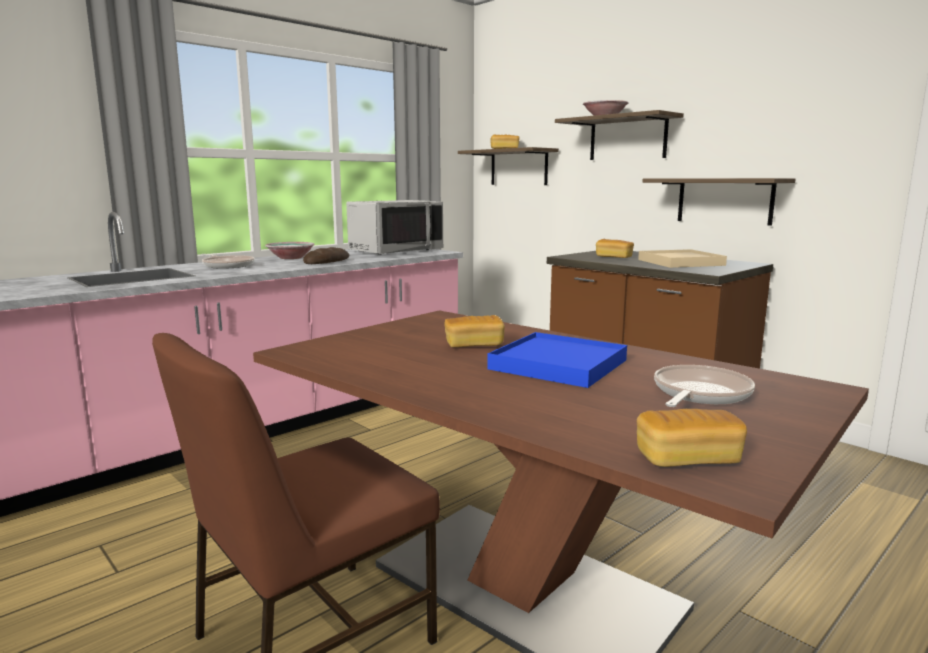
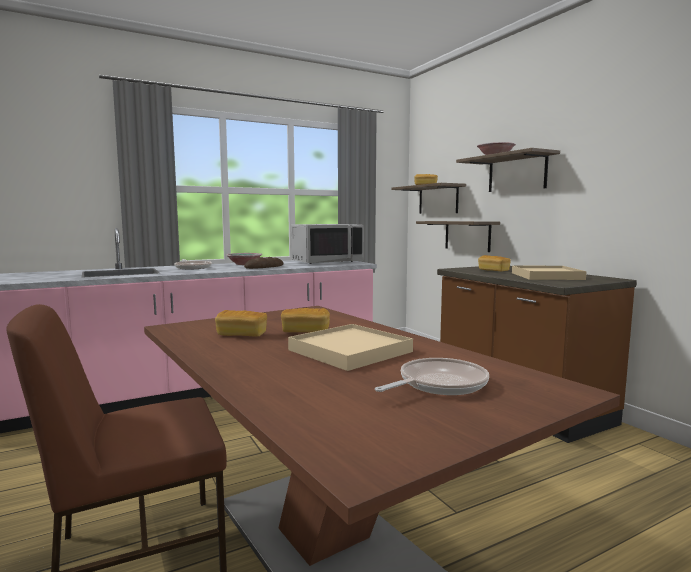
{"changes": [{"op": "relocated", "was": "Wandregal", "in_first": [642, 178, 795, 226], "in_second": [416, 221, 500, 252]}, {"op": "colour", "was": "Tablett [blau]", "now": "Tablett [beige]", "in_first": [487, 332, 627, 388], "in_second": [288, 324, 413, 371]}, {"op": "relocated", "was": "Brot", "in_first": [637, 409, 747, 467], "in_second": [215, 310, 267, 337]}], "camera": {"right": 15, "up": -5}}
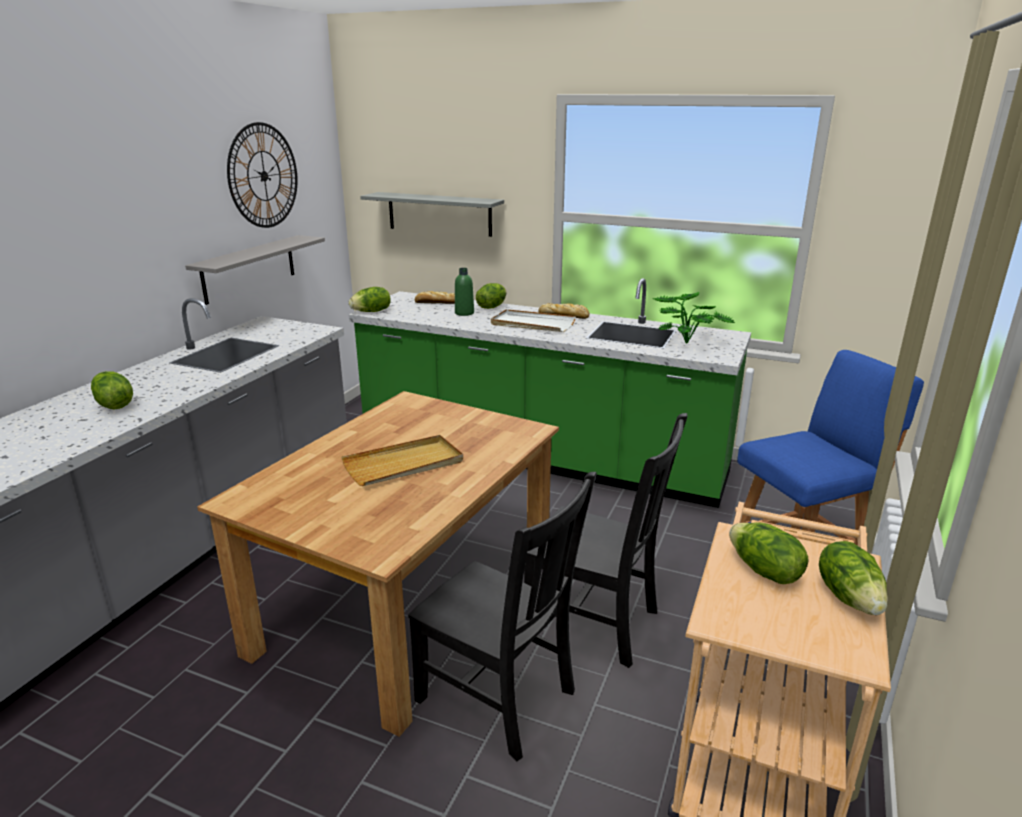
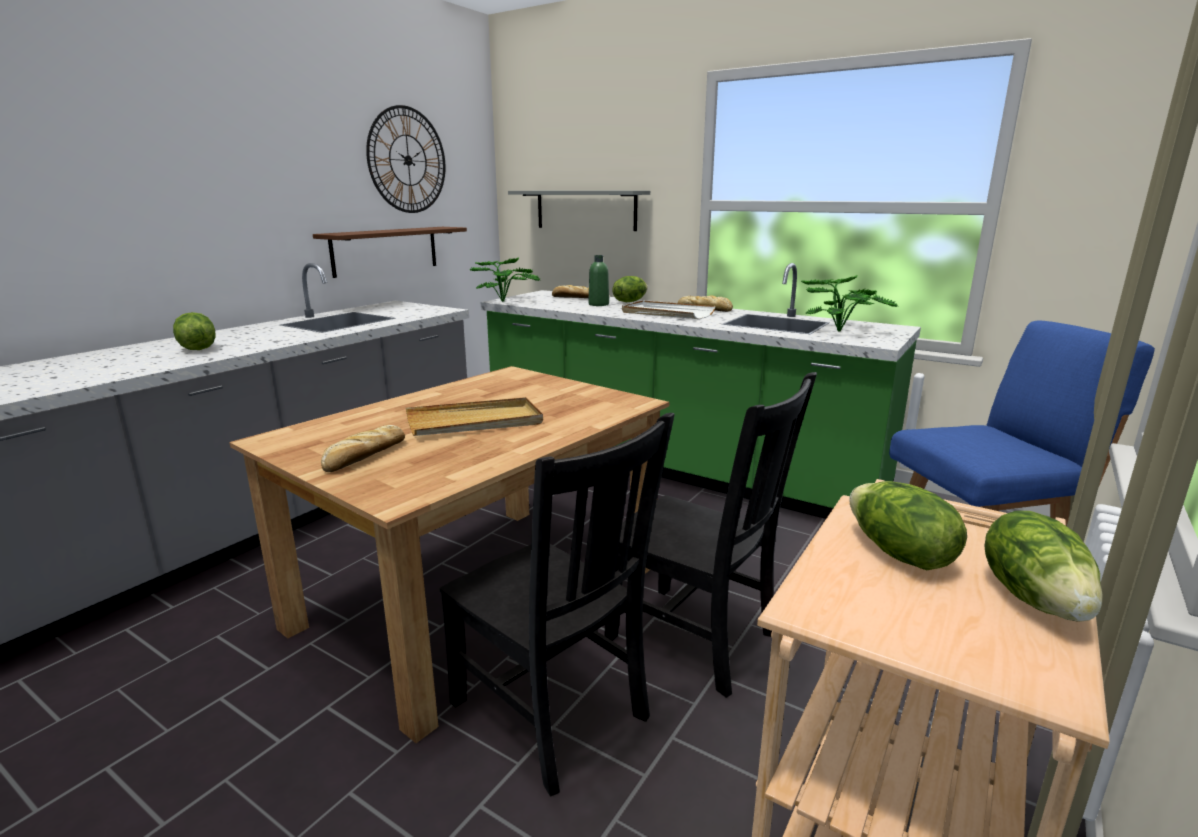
{"changes": [{"op": "colour", "was": "Wandregal [grau]", "now": "Wandregal [braun]", "in_first": [185, 235, 325, 305], "in_second": [313, 227, 467, 278]}, {"op": "exchanged", "was": "Salatkopf", "now": "Topfpflanze", "in_first": [349, 287, 391, 312], "in_second": [469, 258, 540, 302]}, {"op": "appeared", "now": "Brot", "in_second": [321, 425, 405, 472]}], "camera": {"right": 10, "up": -5}}
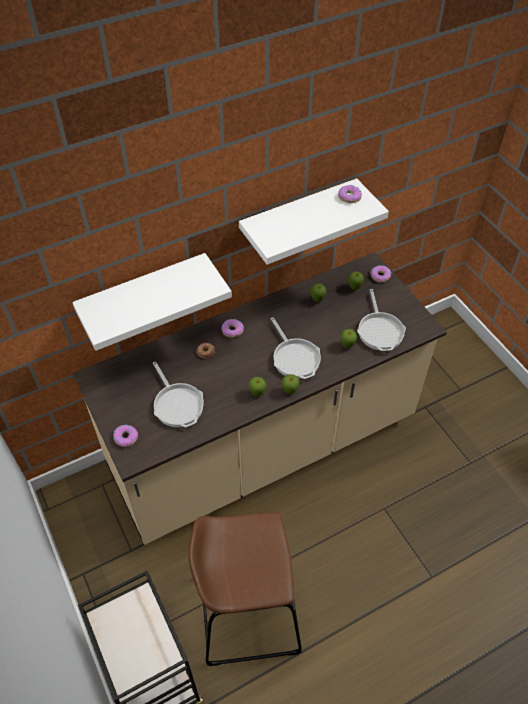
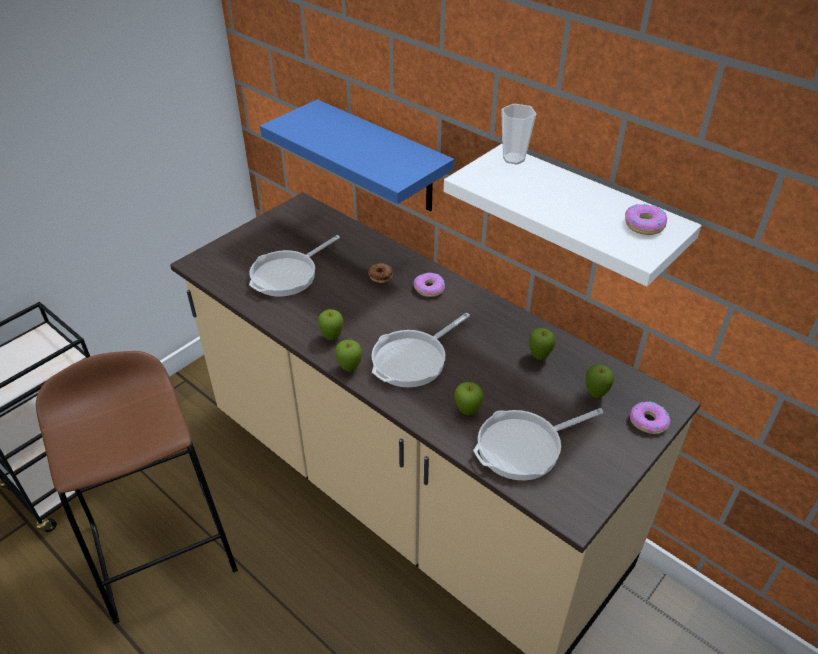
{"changes": [{"op": "colour", "was": "Wandregal [weiß]", "now": "Wandregal [blau]", "in_first": [72, 253, 232, 351], "in_second": [260, 99, 454, 211]}, {"op": "missing", "was": "Donut", "in_first": [113, 425, 138, 447]}, {"op": "appeared", "now": "Tasse", "in_second": [501, 104, 536, 164]}], "camera": {"right": 70, "up": -10}}
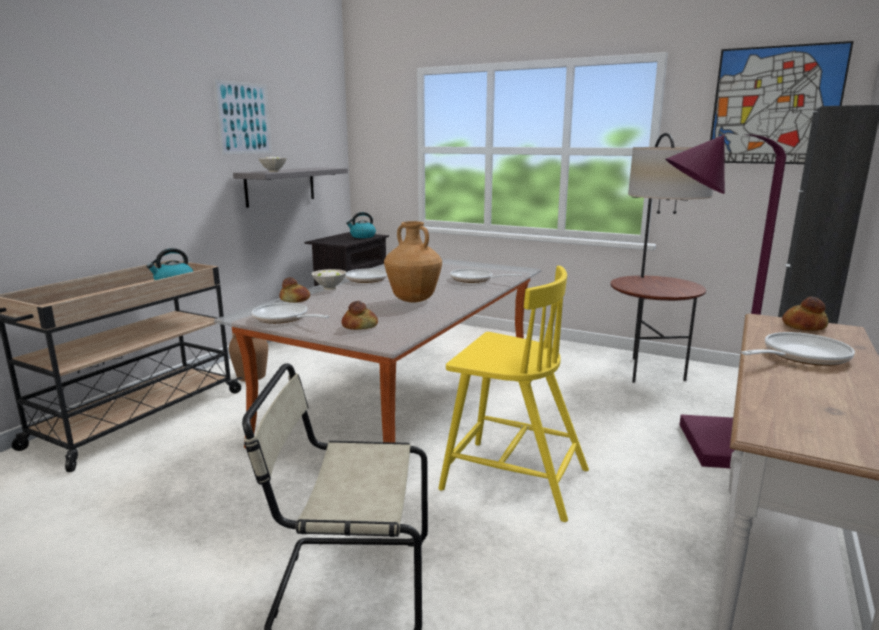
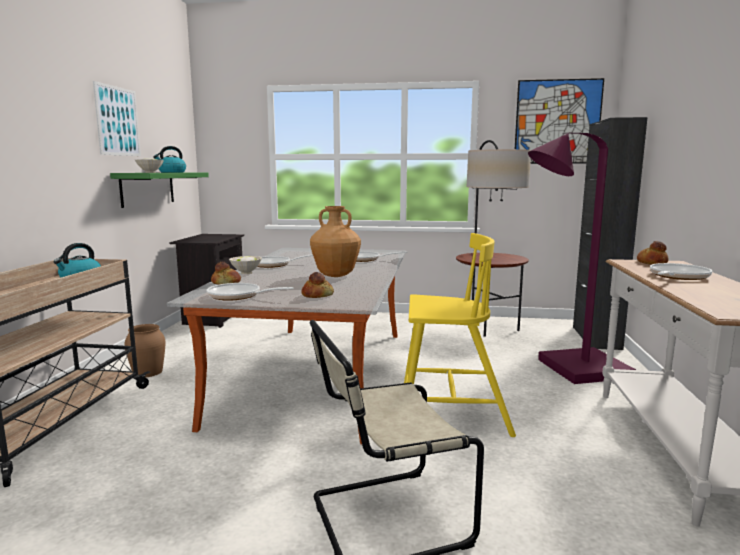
{"changes": [{"op": "colour", "was": "Wandregal [grau]", "now": "Wandregal [grün]", "in_first": [233, 167, 348, 208], "in_second": [110, 172, 209, 208]}, {"op": "relocated", "was": "Wasserkessel", "in_first": [346, 212, 376, 238], "in_second": [153, 146, 186, 172]}], "camera": {"right": -20, "up": -5}}
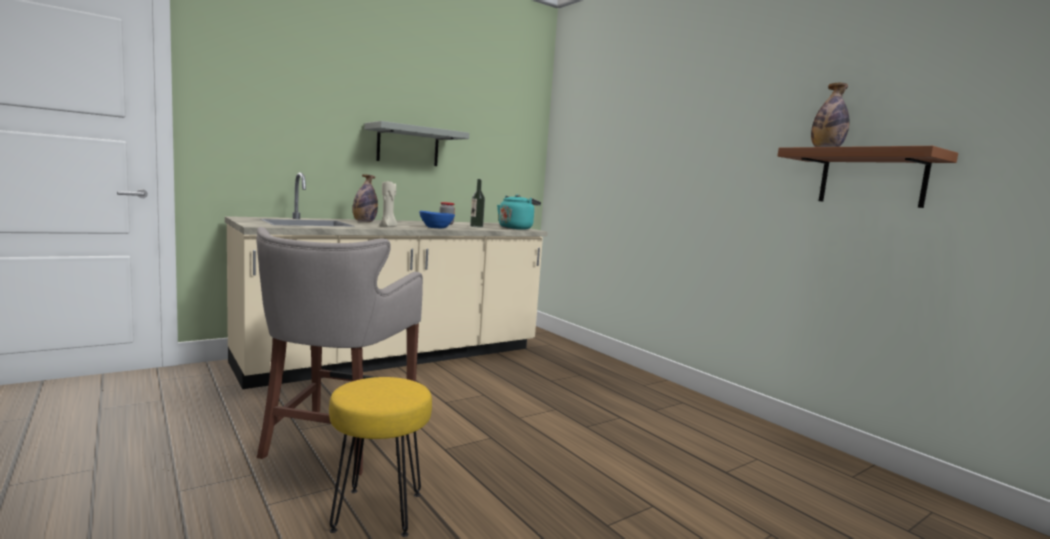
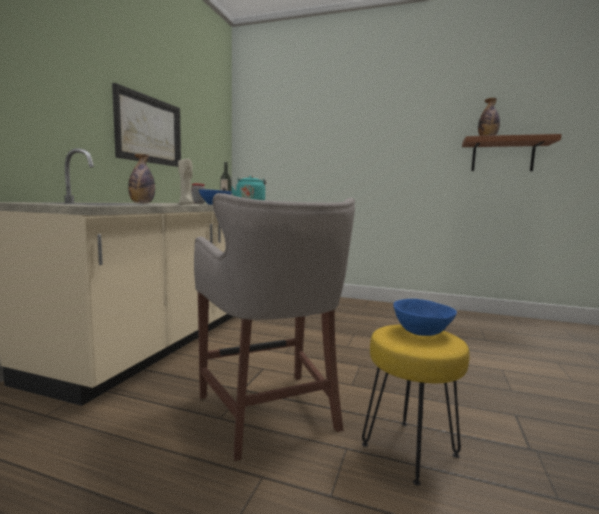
{"changes": [{"op": "exchanged", "was": "Wandregal [grau]", "now": "Bild", "in_first": [364, 121, 469, 166], "in_second": [112, 83, 181, 167]}, {"op": "appeared", "now": "Schüssel [blau]", "in_second": [393, 299, 457, 336]}], "camera": {"right": -35, "up": 0}}
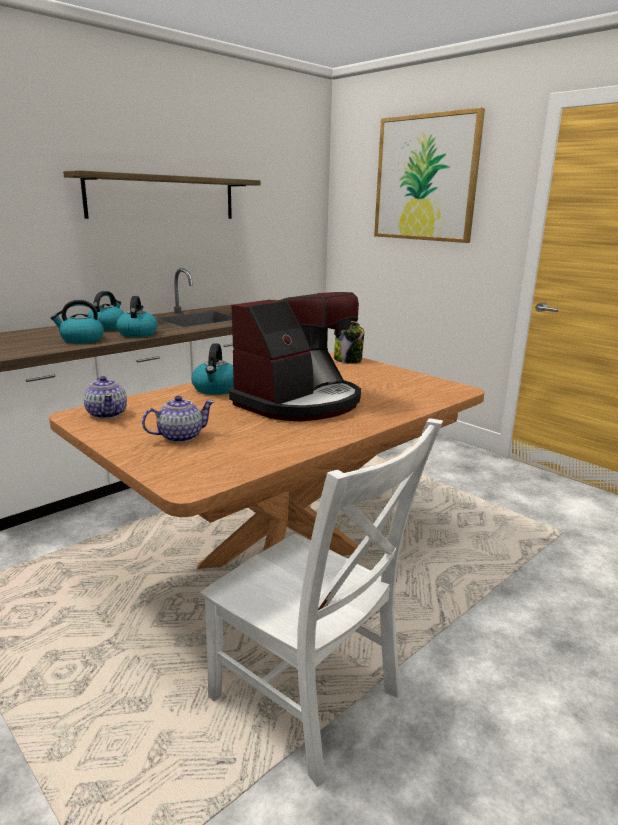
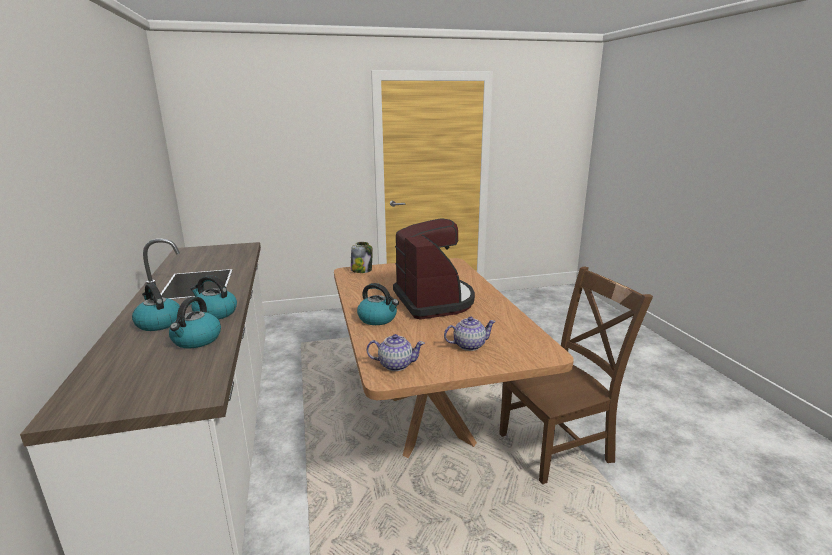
{"changes": [{"op": "missing", "was": "Bild", "in_first": [374, 108, 485, 243]}, {"op": "missing", "was": "Wandregal", "in_first": [63, 170, 261, 219]}, {"op": "spun", "was": "Teekanne", "in_first": [142, 396, 214, 443], "in_second": [444, 317, 496, 351], "clockwise": 75}, {"op": "colour", "was": "Stuhl [weiß]", "now": "Stuhl [braun]", "in_first": [200, 418, 443, 787], "in_second": [499, 266, 653, 484]}], "camera": {"right": -60, "up": 0}}
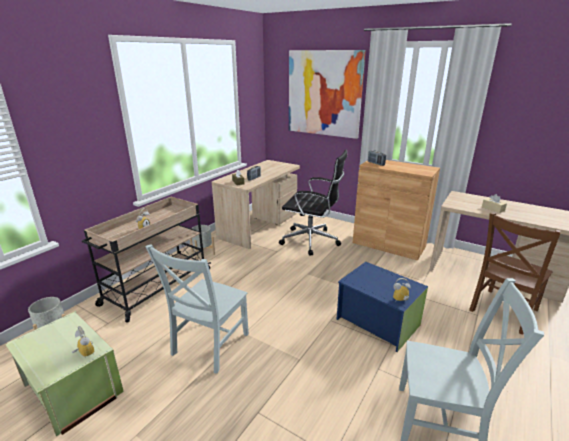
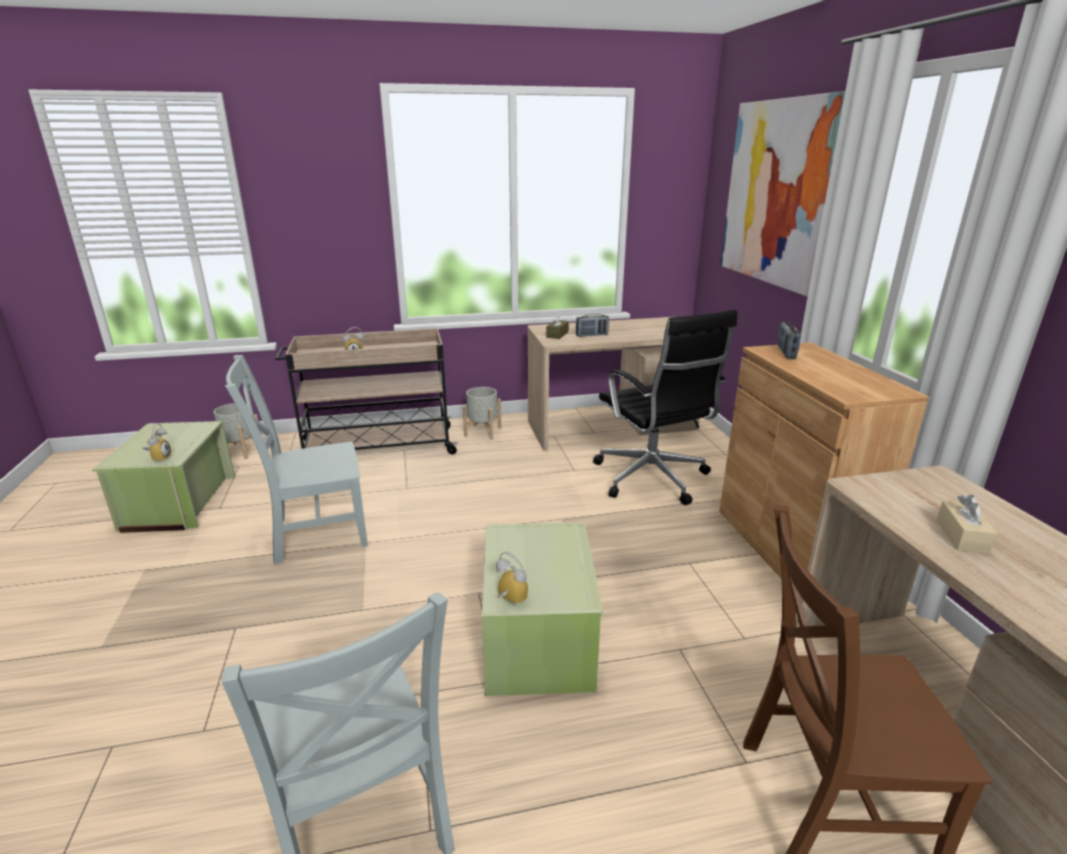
{"changes": [{"op": "colour", "was": "Aufbewahrungsbox [blau]", "now": "Aufbewahrungsbox [grün]", "in_first": [337, 262, 428, 352], "in_second": [481, 522, 603, 696]}], "camera": {"right": 45, "up": 0}}
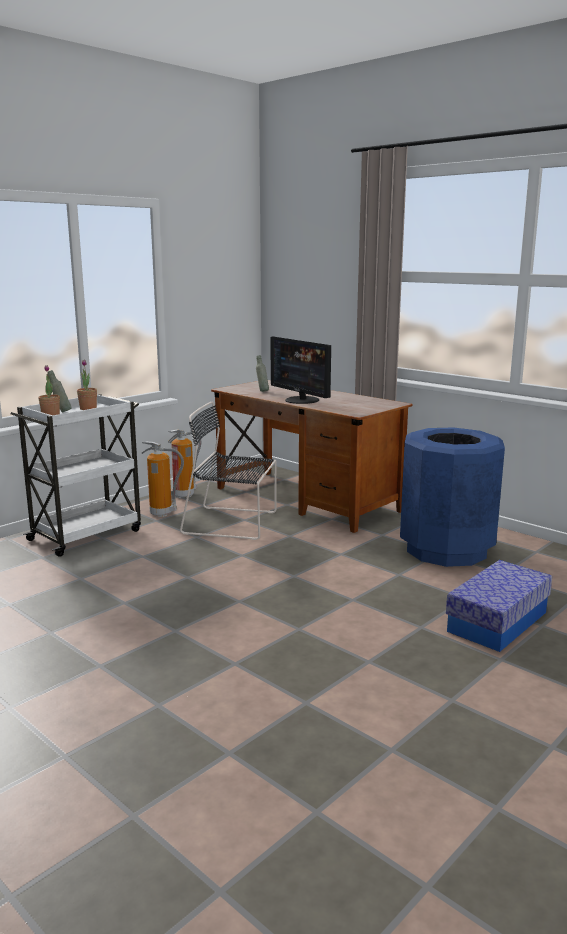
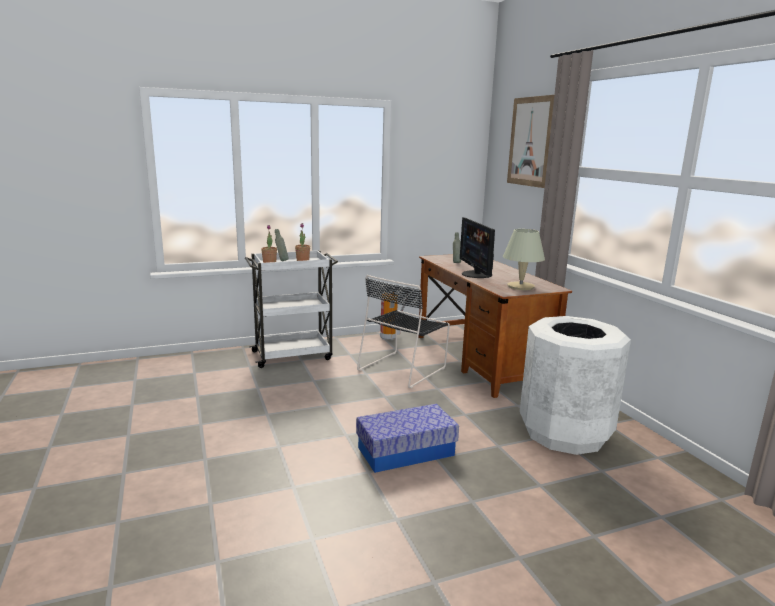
{"changes": [{"op": "spun", "was": "Stuhl [schwarz]", "in_first": [180, 402, 277, 540], "in_second": [357, 275, 450, 388], "clockwise": -90}, {"op": "colour", "was": "Mülleimer [blau]", "now": "Mülleimer [weiß]", "in_first": [400, 427, 505, 567], "in_second": [520, 316, 631, 455]}, {"op": "missing", "was": "Feuerlöscher", "in_first": [142, 441, 184, 517]}, {"op": "relocated", "was": "Aufbewahrungsbox", "in_first": [446, 560, 552, 652], "in_second": [356, 404, 459, 473]}, {"op": "appeared", "now": "Bild", "in_second": [507, 95, 554, 188]}, {"op": "appeared", "now": "Tischlampe [beige]", "in_second": [503, 229, 545, 290]}], "camera": {"right": 25, "up": 0}}
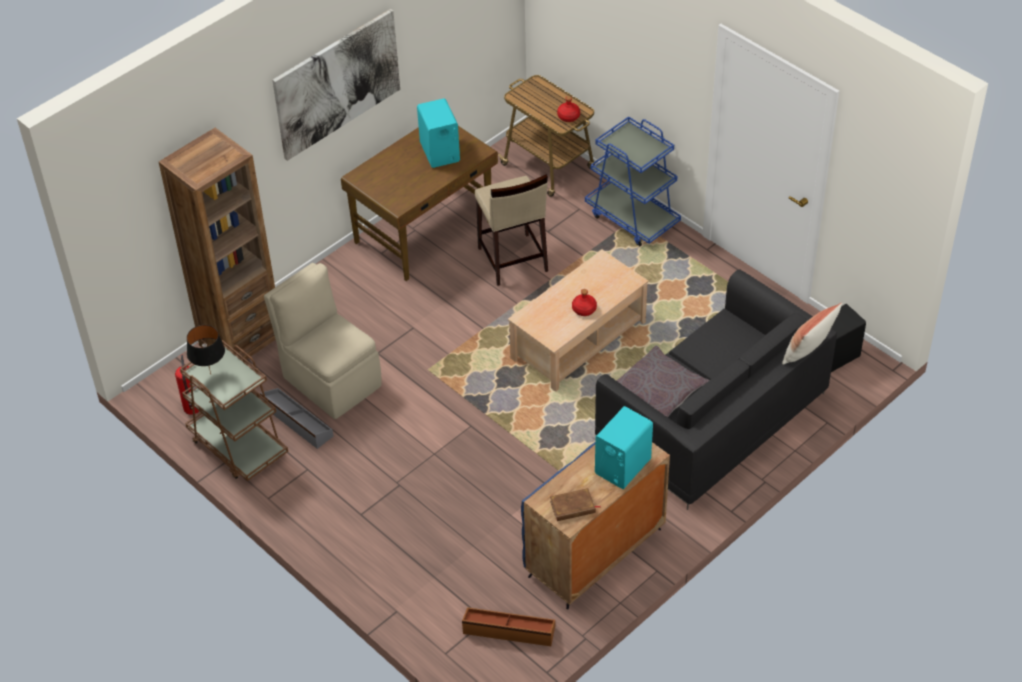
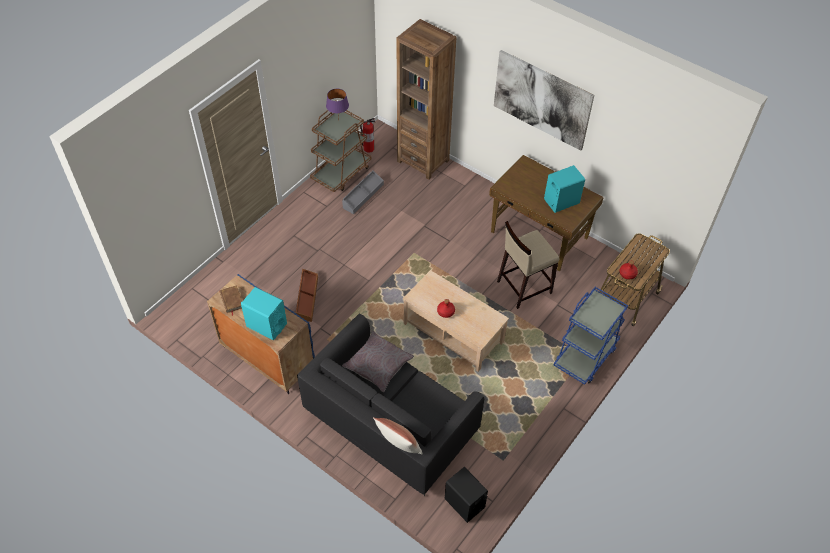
{"changes": [{"op": "missing", "was": "Stuhl [beige]", "in_first": [264, 263, 381, 419]}, {"op": "colour", "was": "Tischlampe [schwarz]", "now": "Tischlampe [lila]", "in_first": [187, 325, 225, 374], "in_second": [326, 89, 349, 121]}, {"op": "relocated", "was": "Aufbewahrungsbox [braun]", "in_first": [462, 607, 555, 646], "in_second": [296, 269, 318, 322]}], "camera": {"right": 80, "up": 5}}
